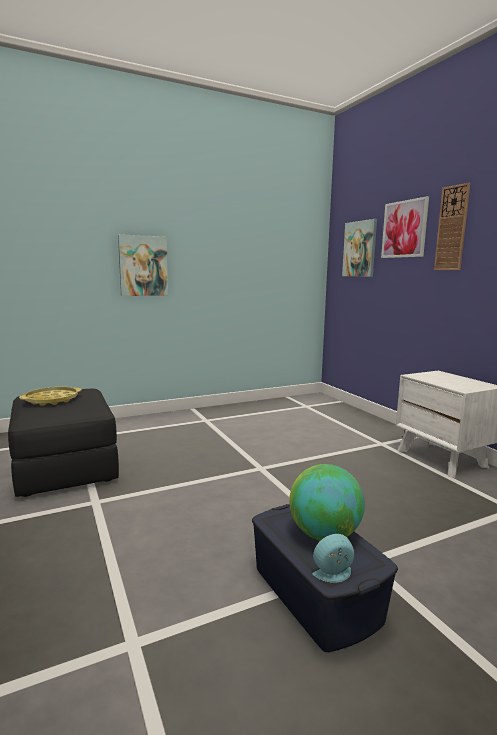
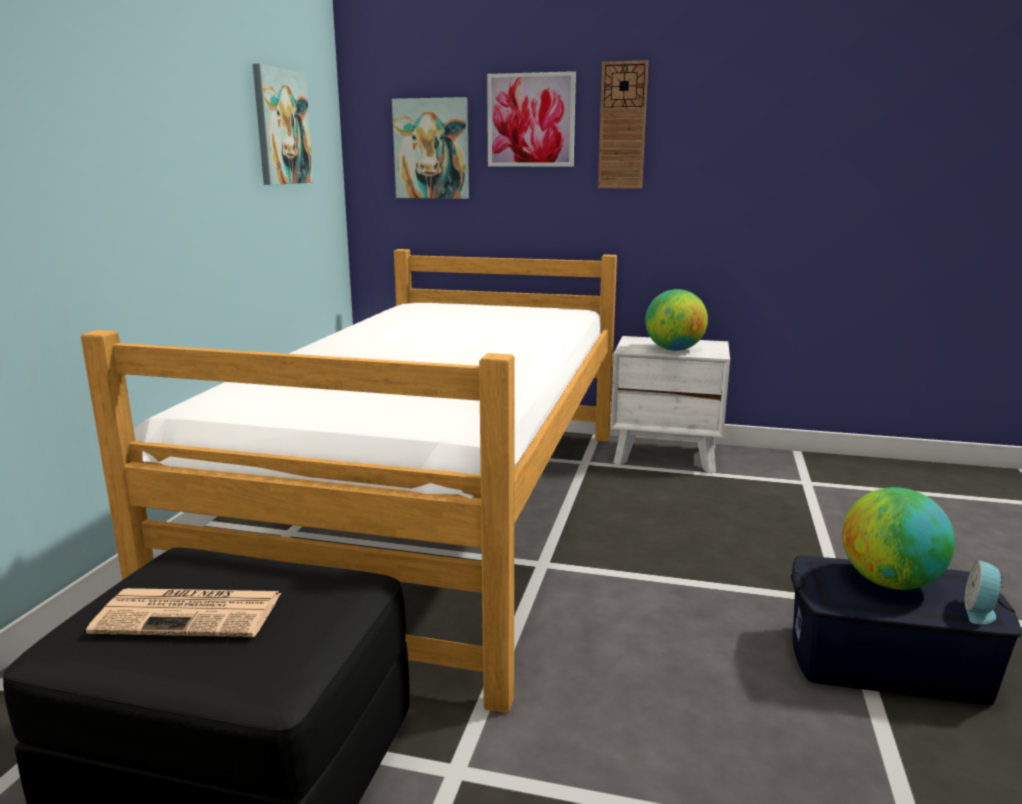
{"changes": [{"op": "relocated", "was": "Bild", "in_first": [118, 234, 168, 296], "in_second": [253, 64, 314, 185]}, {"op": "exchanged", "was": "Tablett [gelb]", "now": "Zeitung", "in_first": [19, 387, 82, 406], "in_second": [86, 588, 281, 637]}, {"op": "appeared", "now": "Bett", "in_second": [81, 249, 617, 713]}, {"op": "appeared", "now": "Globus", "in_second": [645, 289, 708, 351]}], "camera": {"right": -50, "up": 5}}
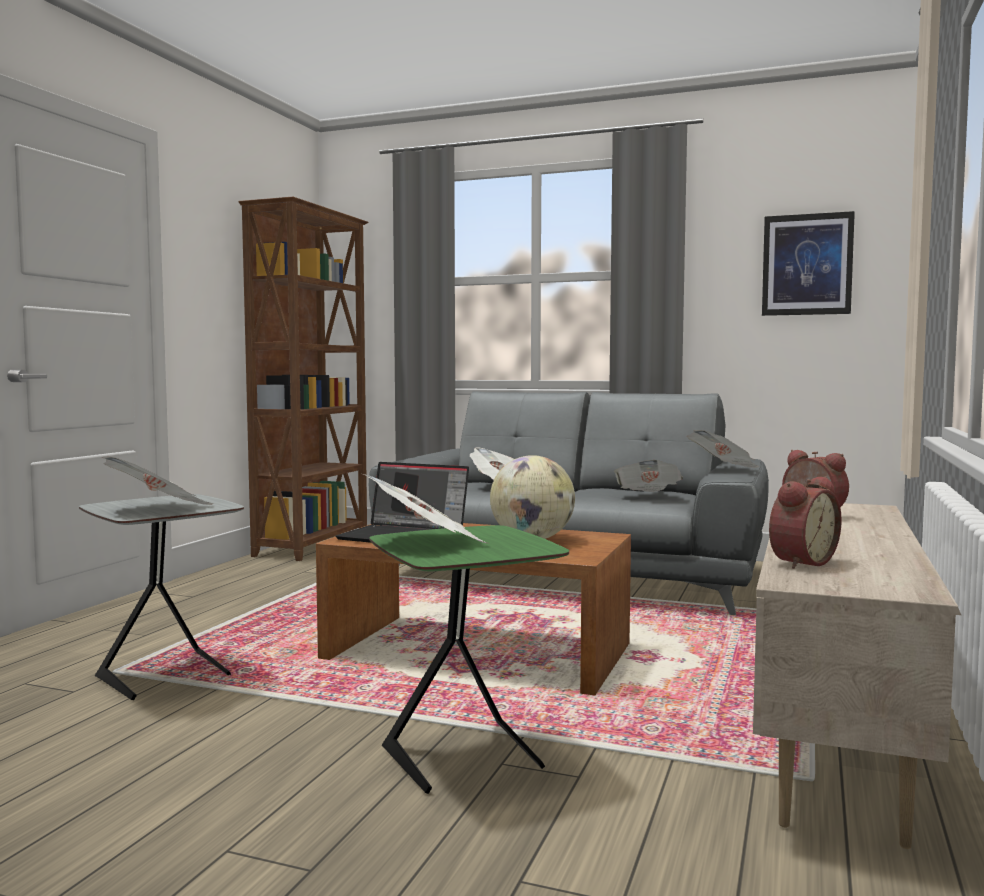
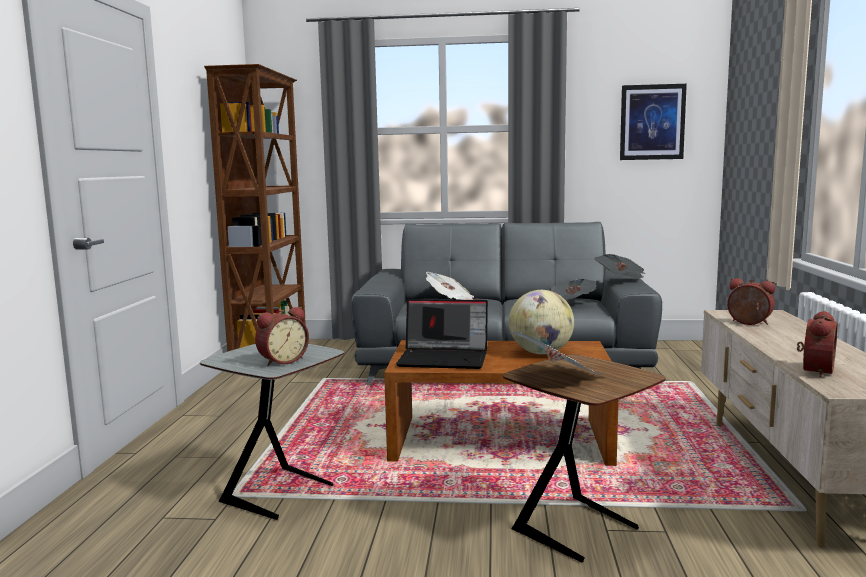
{"changes": [{"op": "exchanged", "was": "Zeitung", "now": "Wecker", "in_first": [101, 457, 213, 505], "in_second": [255, 307, 309, 366]}, {"op": "colour", "was": "Beistelltisch [grün]", "now": "Beistelltisch [braun]", "in_first": [369, 525, 569, 794], "in_second": [503, 354, 666, 563]}], "camera": {"right": -15, "up": 5}}
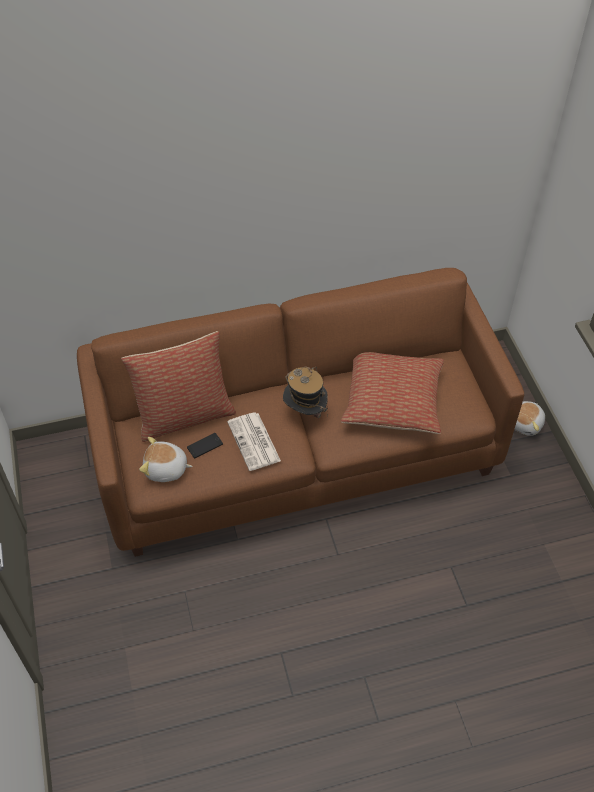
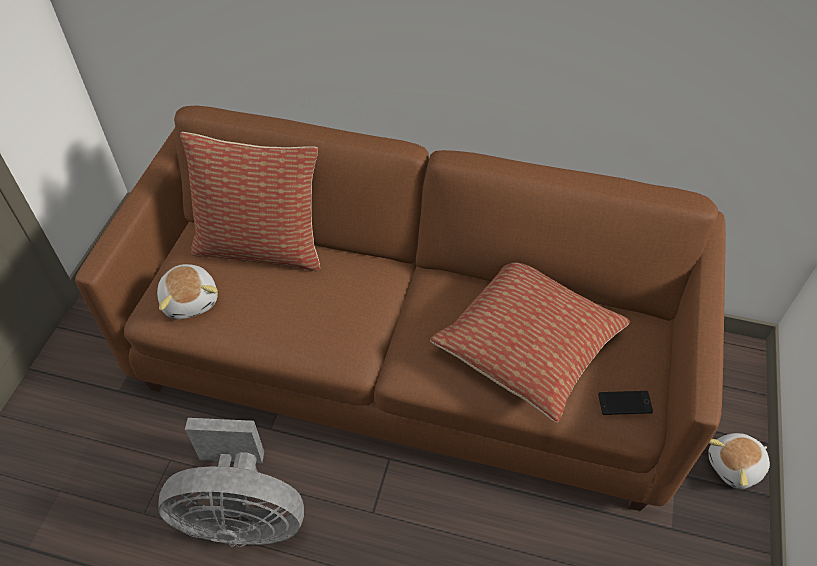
{"changes": [{"op": "missing", "was": "Hut", "in_first": [283, 367, 328, 418]}, {"op": "missing", "was": "Zeitung", "in_first": [227, 413, 281, 471]}, {"op": "relocated", "was": "Handy", "in_first": [187, 433, 223, 458], "in_second": [598, 391, 653, 415]}, {"op": "spun", "was": "Plüschtier", "in_first": [139, 437, 193, 482], "in_second": [157, 264, 218, 319], "clockwise": -150}, {"op": "appeared", "now": "Ventilator [grau]", "in_second": [159, 418, 304, 547]}], "camera": {"right": 30, "up": 0}}
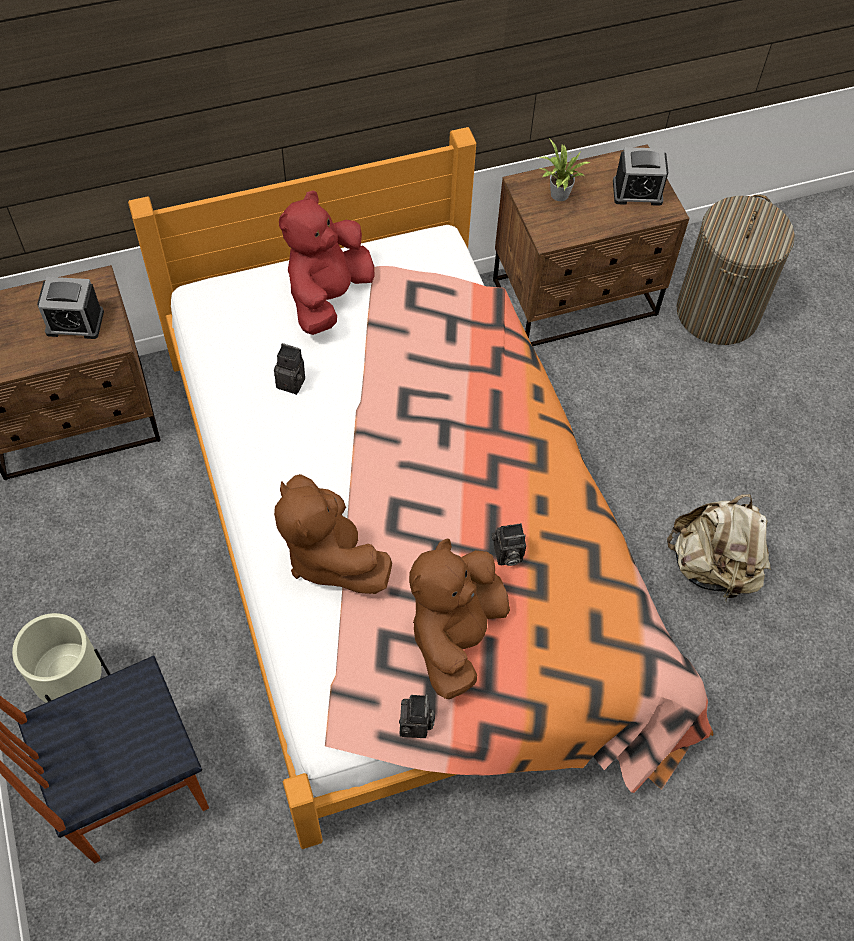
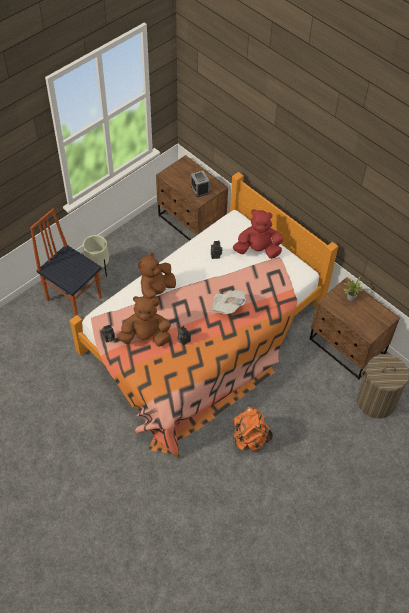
{"changes": [{"op": "missing", "was": "Wecker", "in_first": [613, 147, 668, 206]}, {"op": "colour", "was": "Rucksack [beige]", "now": "Rucksack [orange]", "in_first": [667, 494, 771, 601], "in_second": [233, 407, 273, 451]}, {"op": "appeared", "now": "Zeitung", "in_second": [211, 289, 246, 314]}], "camera": {"right": 65, "up": -5}}
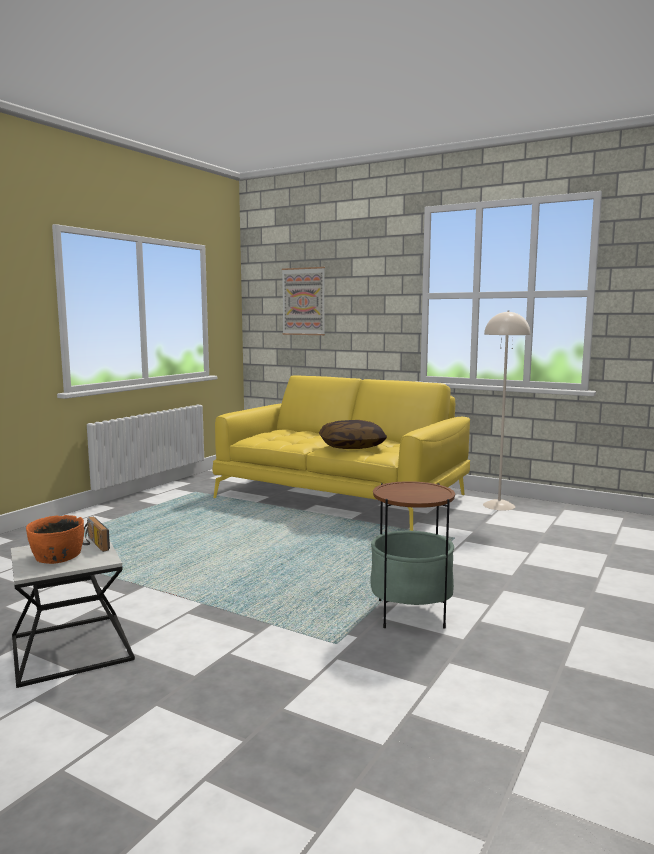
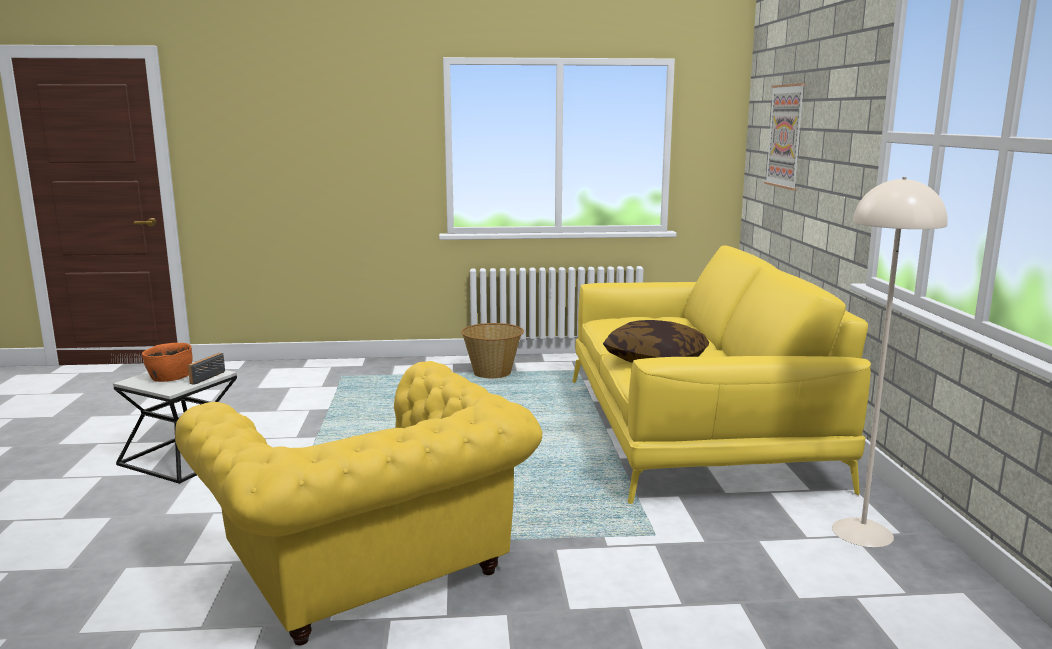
{"changes": [{"op": "exchanged", "was": "Beistelltisch", "now": "Sessel [gelb]", "in_first": [370, 481, 455, 629], "in_second": [175, 361, 542, 645]}, {"op": "appeared", "now": "Korb", "in_second": [461, 323, 524, 378]}], "camera": {"right": 55, "up": 5}}
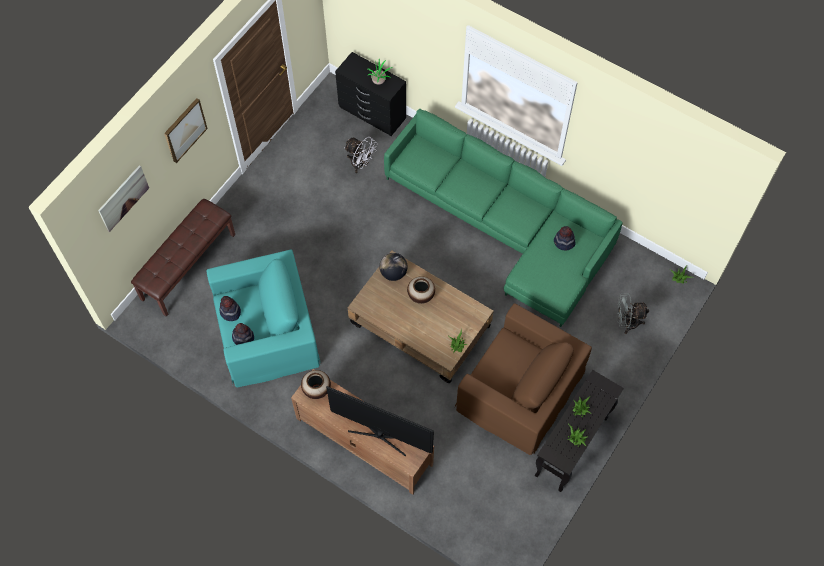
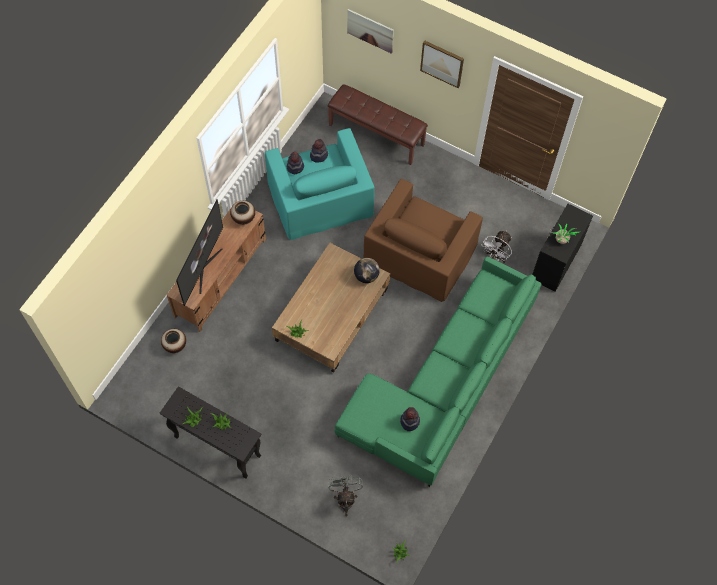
{"changes": [{"op": "relocated", "was": "Vase", "in_first": [407, 276, 435, 304], "in_second": [161, 329, 186, 353]}, {"op": "relocated", "was": "Sessel [braun]", "in_first": [455, 303, 592, 455], "in_second": [363, 179, 483, 302]}], "camera": {"right": 85, "up": 0}}
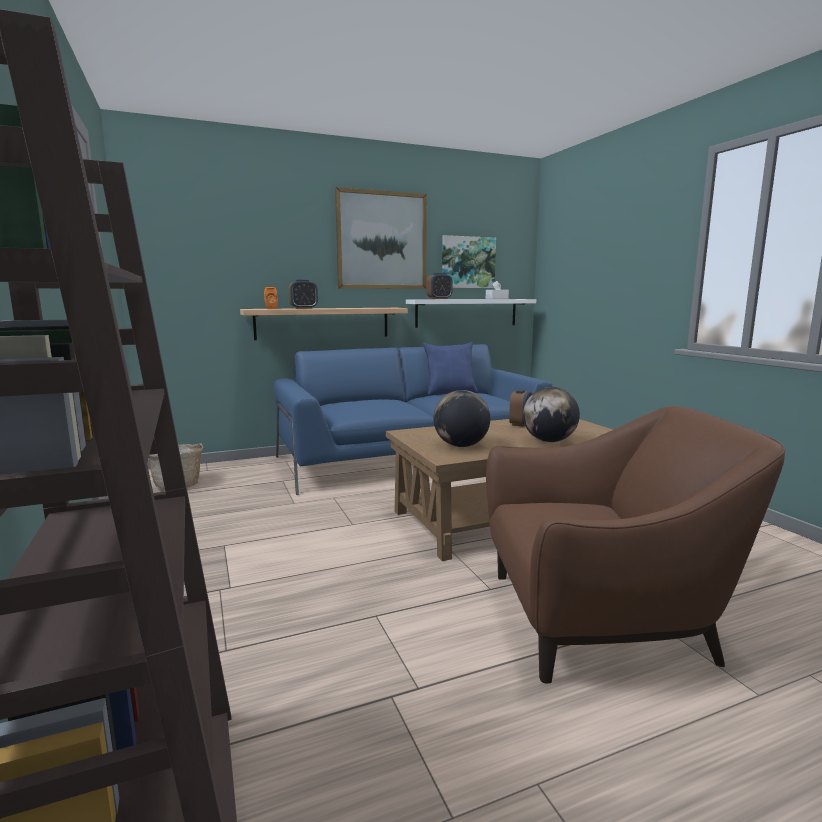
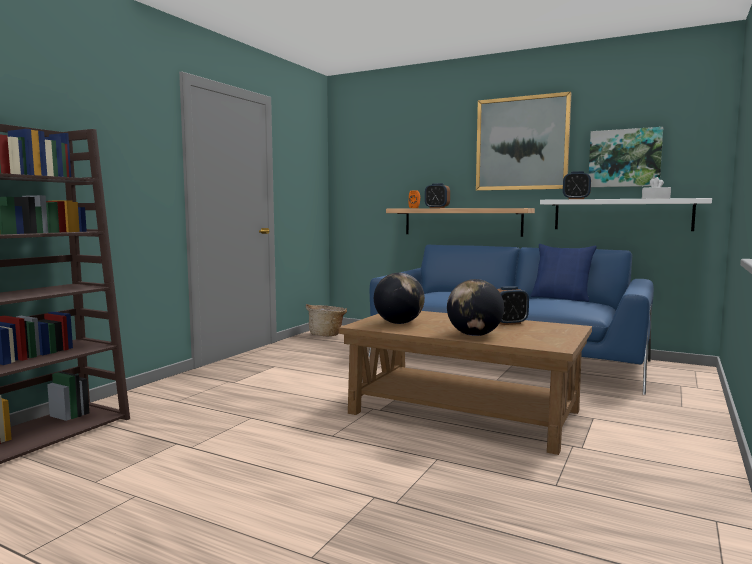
{"changes": [{"op": "missing", "was": "Sessel [braun]", "in_first": [486, 406, 785, 684]}], "camera": {"right": 50, "up": -5}}
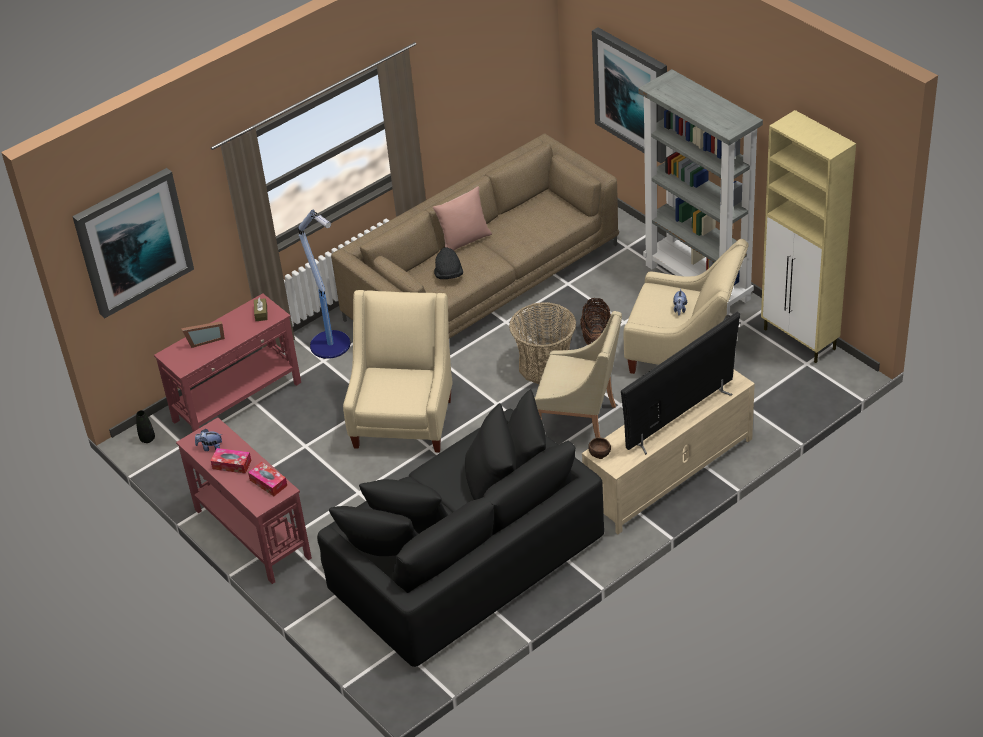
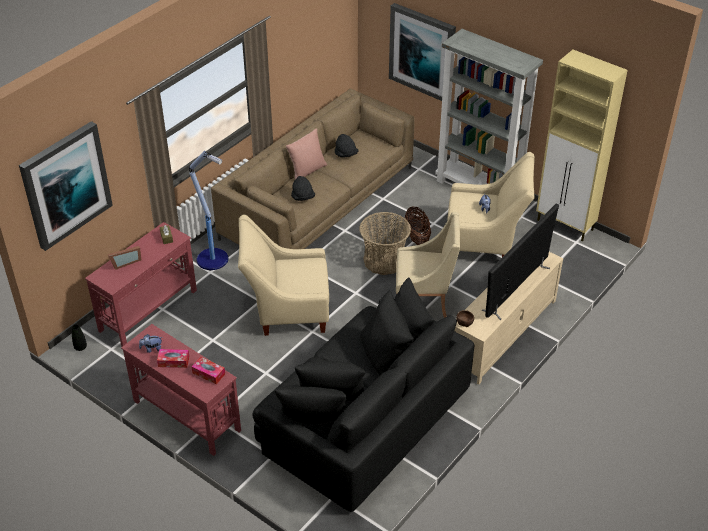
{"changes": [{"op": "spun", "was": "Sessel [beige]", "in_first": [343, 290, 452, 453], "in_second": [238, 214, 329, 336], "clockwise": -90}, {"op": "appeared", "now": "Hut [schwarz]", "in_second": [335, 134, 358, 158]}], "camera": {"right": -15, "up": 0}}
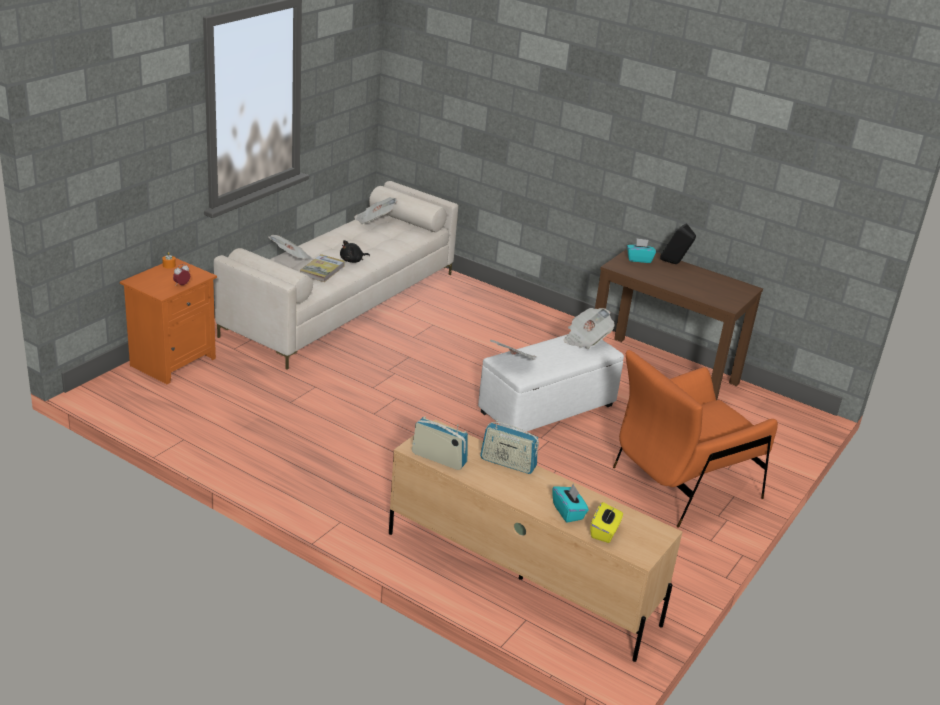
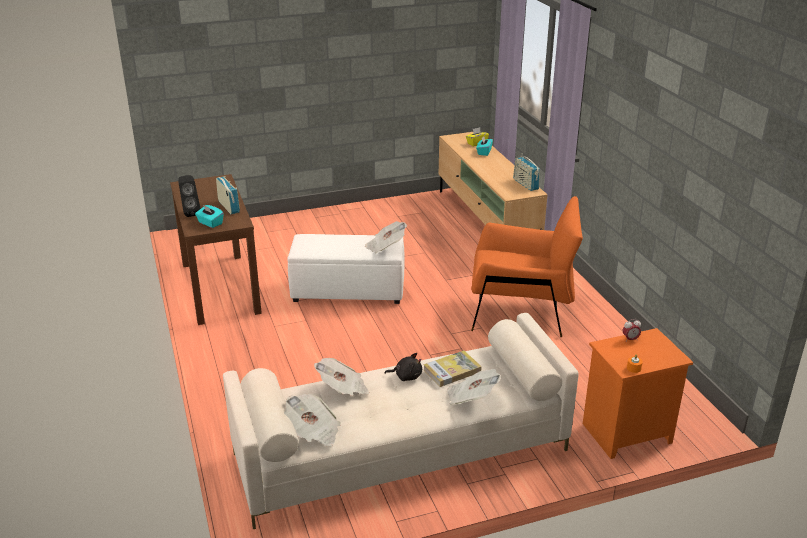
{"changes": [{"op": "relocated", "was": "Zeitung", "in_first": [564, 308, 615, 349], "in_second": [314, 358, 369, 396]}, {"op": "relocated", "was": "Sessel [orange]", "in_first": [613, 350, 778, 528], "in_second": [471, 196, 583, 337]}, {"op": "relocated", "was": "Radio", "in_first": [480, 419, 539, 474], "in_second": [216, 176, 240, 214]}], "camera": {"right": -140, "up": 0}}
